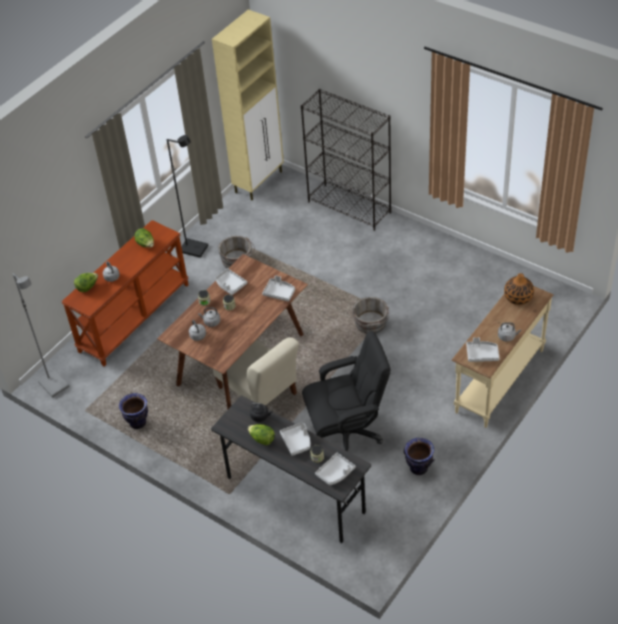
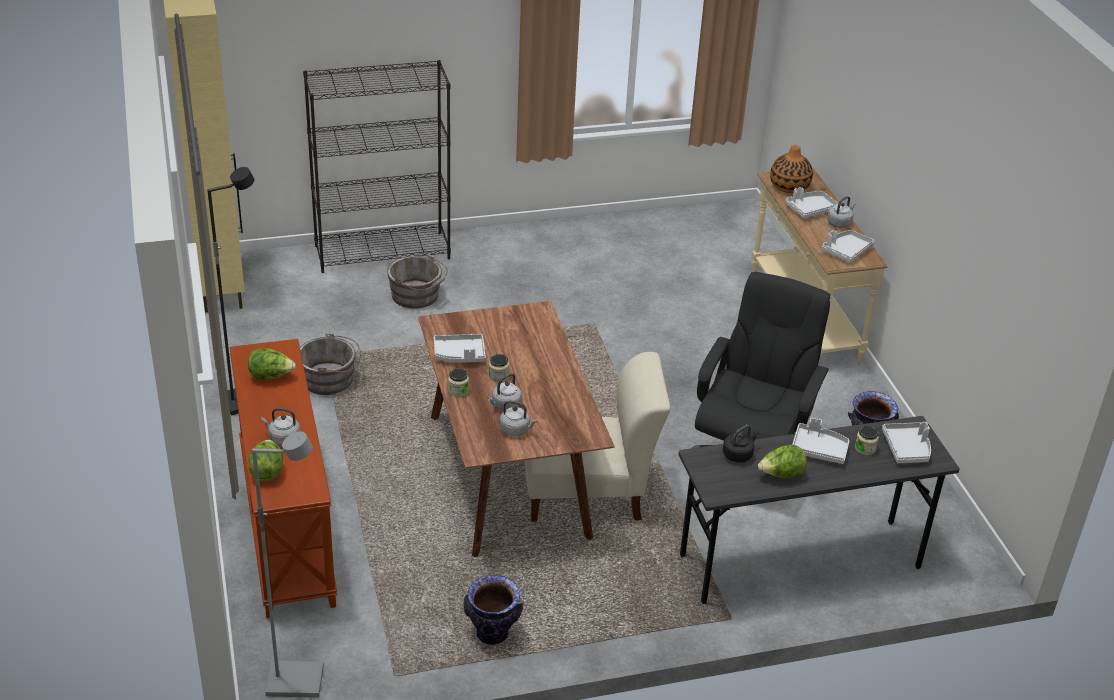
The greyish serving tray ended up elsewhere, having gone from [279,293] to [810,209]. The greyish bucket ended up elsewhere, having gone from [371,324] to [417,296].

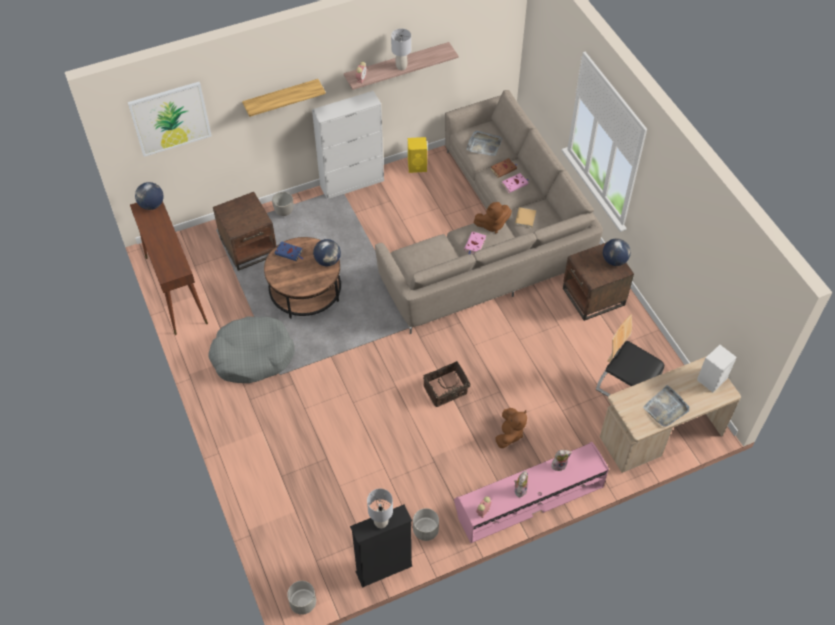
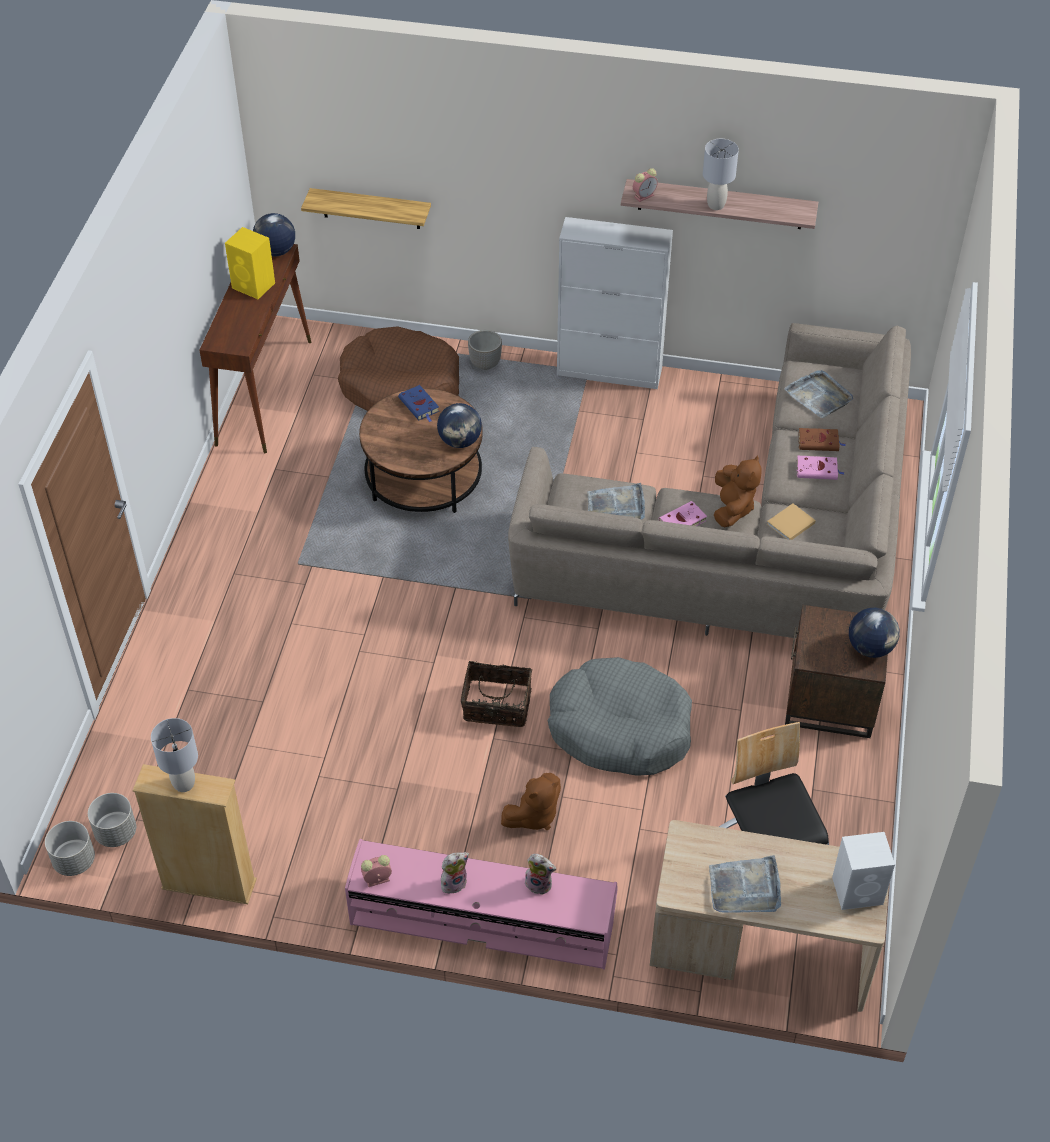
The shelf ended up elsewhere, having gone from [281,98] to [371,208]. The second view lost the wall picture at [170,118]. The yellow-coloured loudspeaker ended up elsewhere, having gone from [418,166] to [254,286]. Where the brownish end table stood at [249,247], the brownish dog bed came to stand at [401,386]. The brownish plush toy at [492,225] ended up facing another way, 105 degrees counterclockwise from before. The greyish dog bed ended up elsewhere, having gone from [252,356] to [620,728]. What was the black-coloured bookshelf at [384,569] turned into the beige bookshelf at [209,884]. The greyish plant pot ended up elsewhere, having gone from [425,530] to [116,832]. The second view gained the greyish serving tray at [616,507].

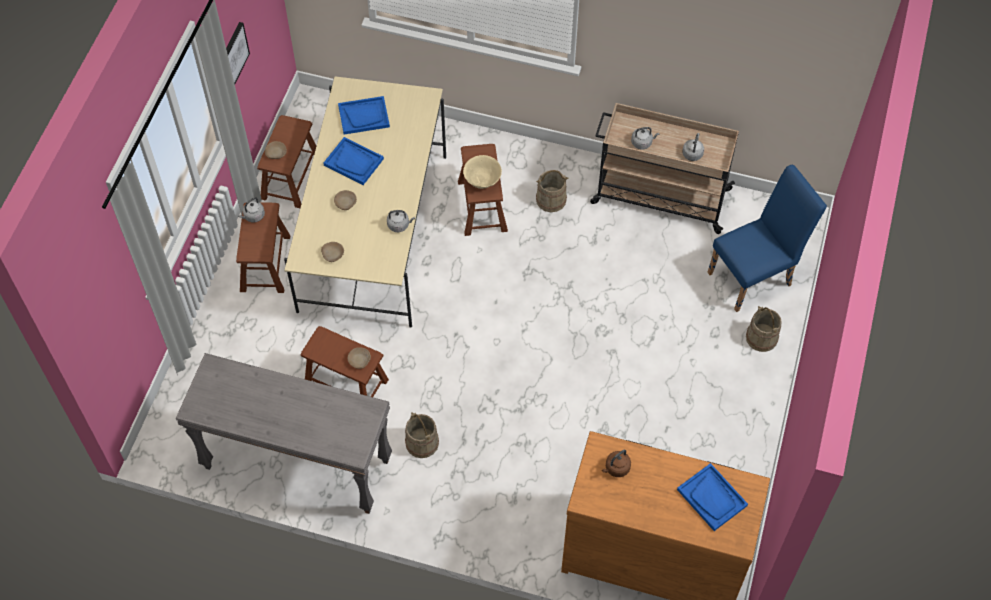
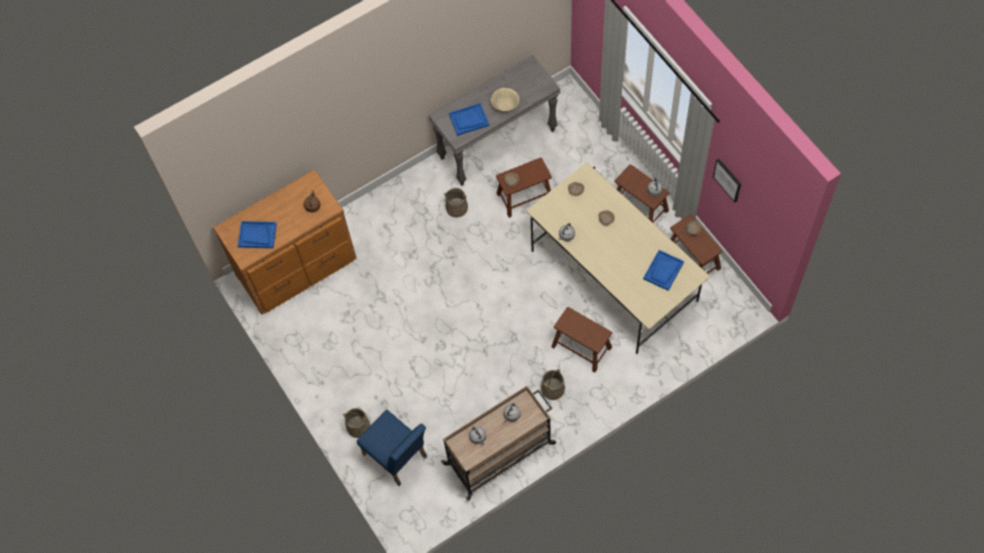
The blue-coloured serving tray ended up elsewhere, having gone from [354,162] to [468,120]. The beige bowl ended up elsewhere, having gone from [482,181] to [505,106]. The blue-coloured chair at [755,276] ended up facing another way, 60 degrees counterclockwise from before.

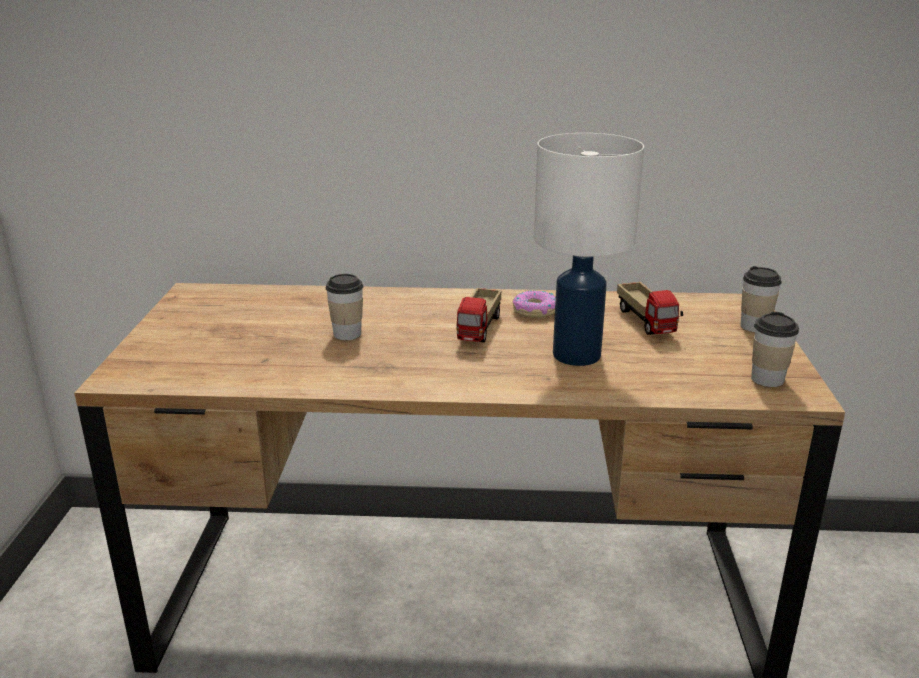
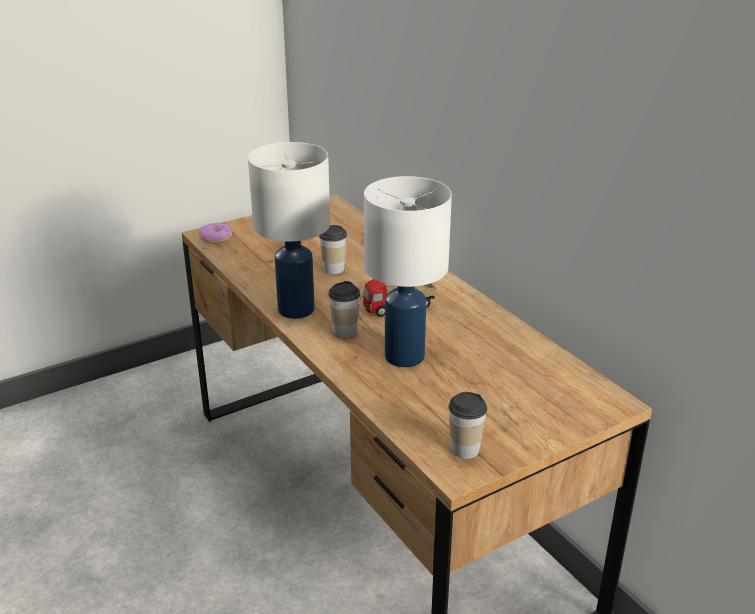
The small cup ended up elsewhere, having gone from [754,326] to [345,331]. The second view lost the toy truck at [646,322]. The doughnut ended up elsewhere, having gone from [534,311] to [216,238]. The second view gained the white table lamp at [297,309].

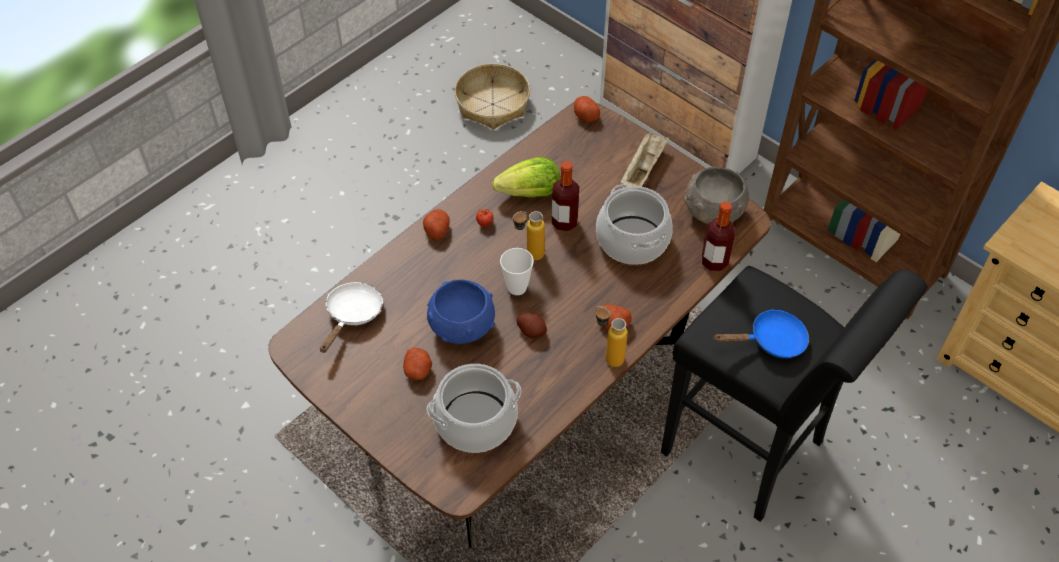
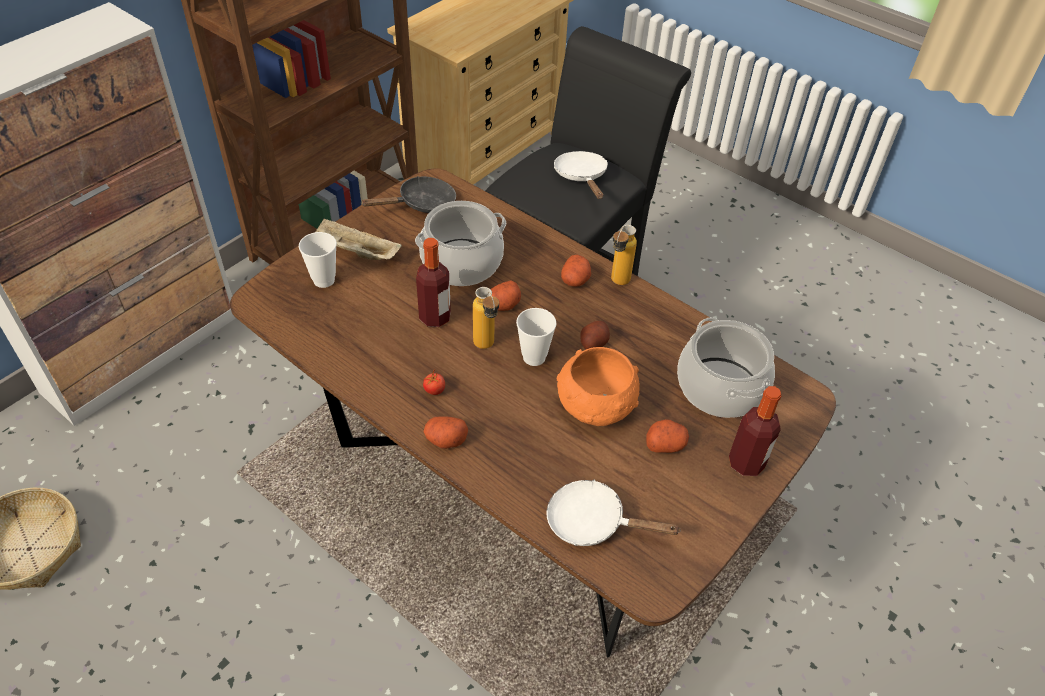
The whole potato ended up elsewhere, having gone from [585,115] to [503,305]. The second view lost the lettuce at [530,193]. Where the greyish bowl stood at [713,211], the black-coloured skillet came to stand at [422,204]. The bottle ended up elsewhere, having gone from [714,262] to [746,463]. What was the blue-coloured bowl at [461,325] turned into the orange-coloured bowl at [595,406]. What was the blue-coloured skillet at [771,341] turned into the white skillet at [582,177]. The second view gained the small cup at [324,280].

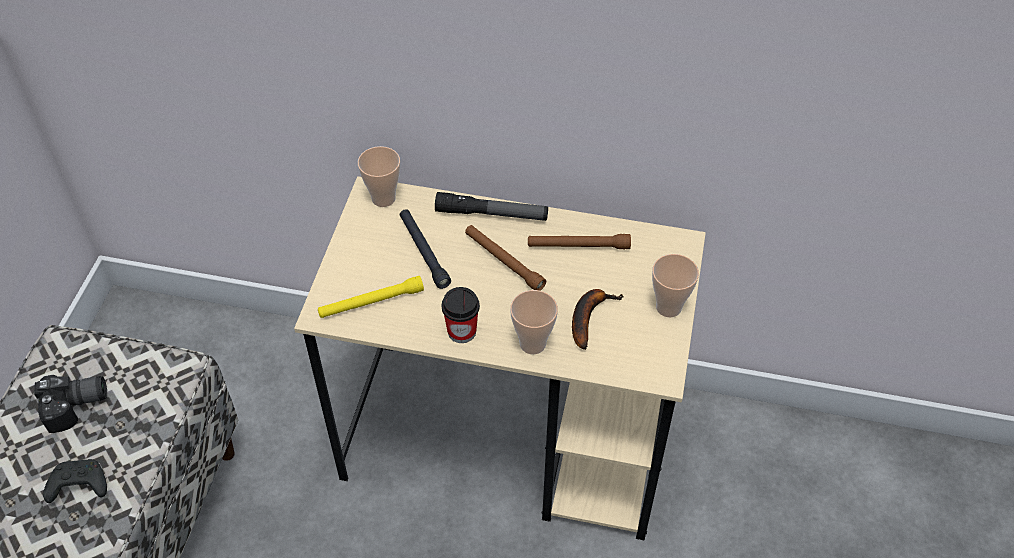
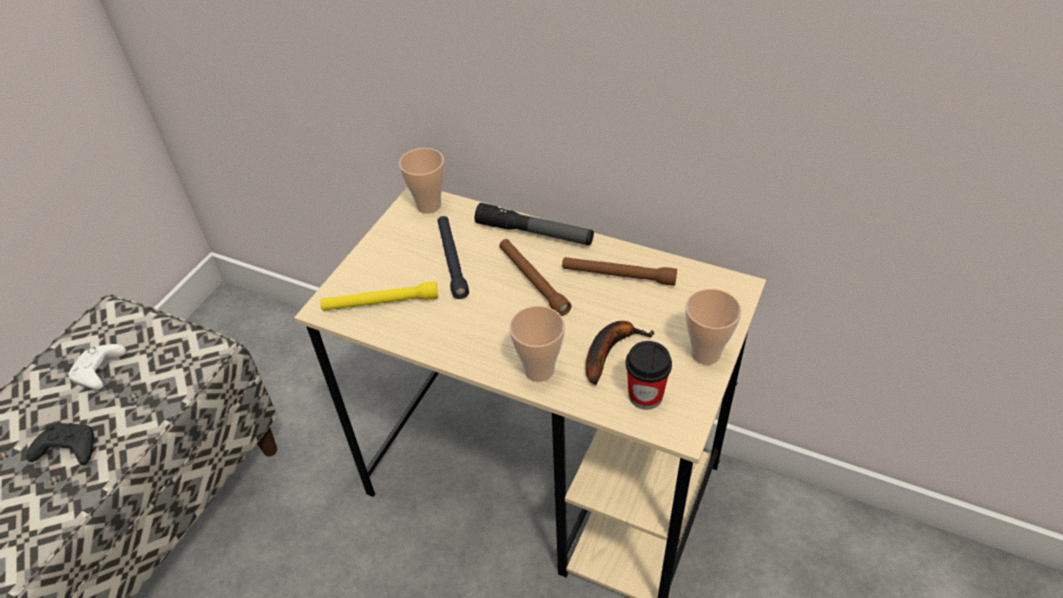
The small cup ended up elsewhere, having gone from [462,331] to [645,395]. Where the still camera stood at [77,407], the white joypad came to stand at [100,373].

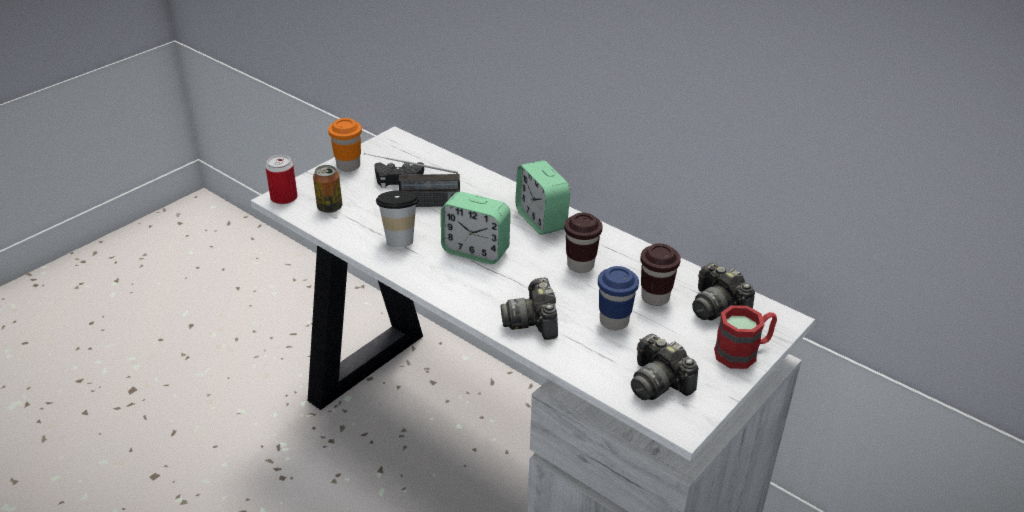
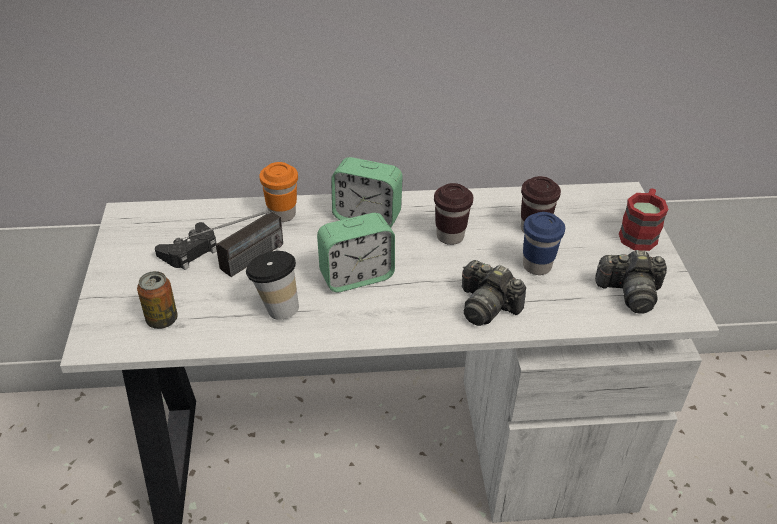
The orange-coloured small cup ended up elsewhere, having gone from [348,166] to [282,214]. The second view lost the metal can at [284,198]. The second view lost the still camera at [717,307].

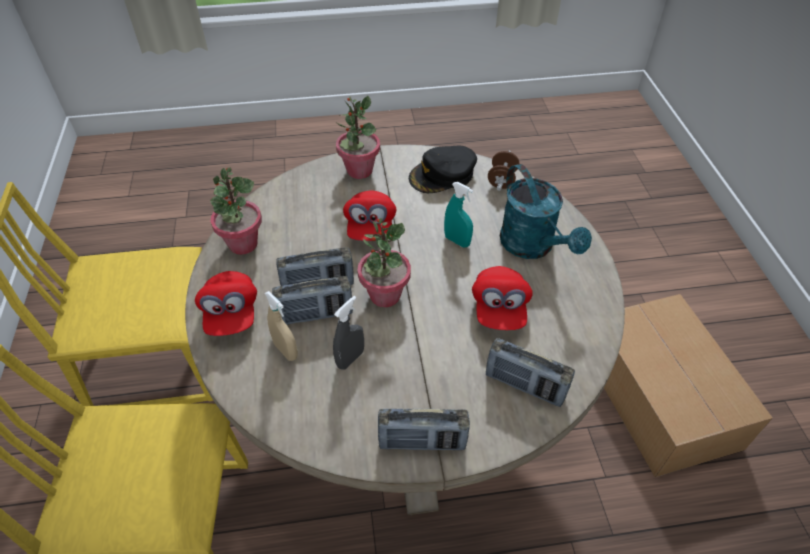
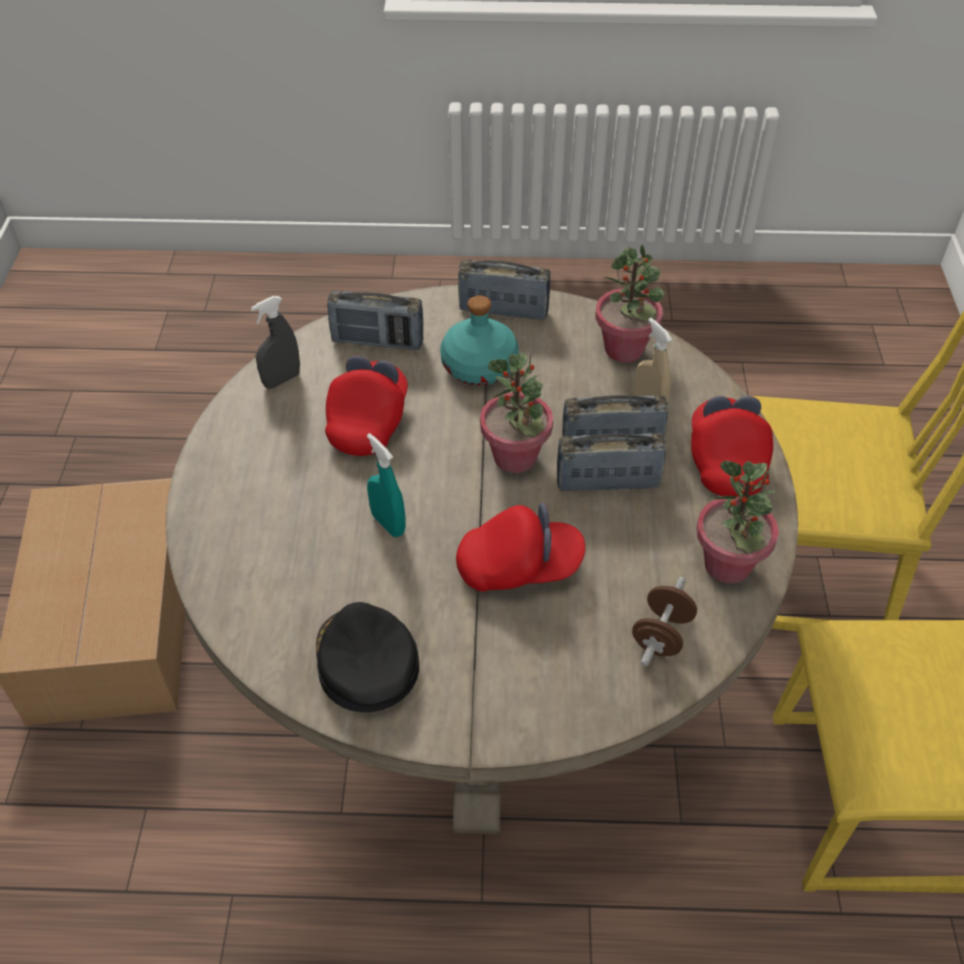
The houseplant ended up elsewhere, having gone from [359,170] to [624,349]. The black-coloured peaked cap at [442,175] ended up facing another way, 90 degrees counterclockwise from before. The brownish hand weight ended up elsewhere, having gone from [502,180] to [661,635]. The second view lost the turquoise watering can at [533,247]. The red-coloured peaked cap at [370,227] ended up facing another way, 75 degrees clockwise from before. The greyish sprayer ended up elsewhere, having gone from [350,359] to [281,380]. The radio receiver at [524,385] ended up facing another way, 150 degrees clockwise from before. The second view gained the turquoise bottle at [479,367].

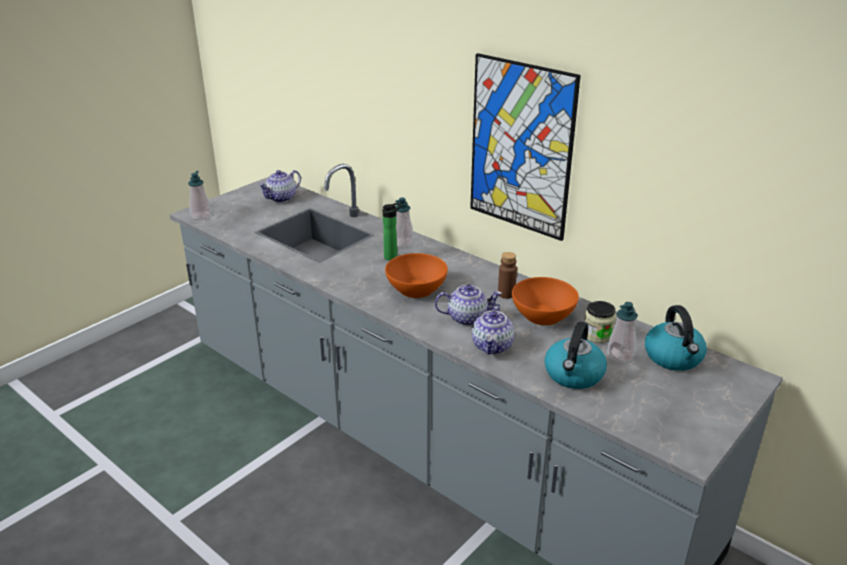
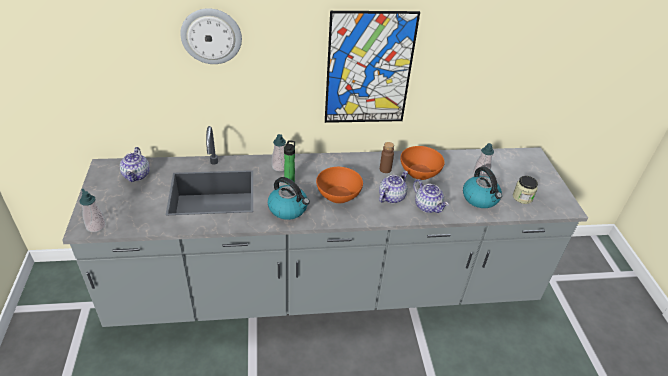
The preserve jar ended up elsewhere, having gone from [597,335] to [522,197]. The water kettle ended up elsewhere, having gone from [674,357] to [288,209]. The second view gained the hanging clock at [211,36].

